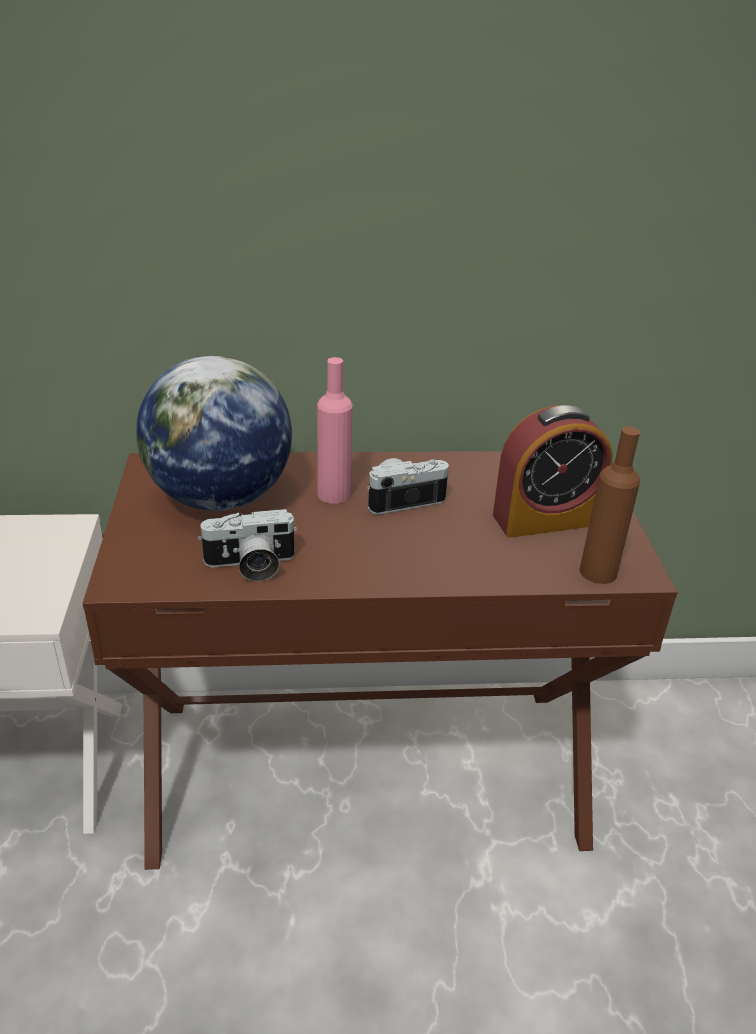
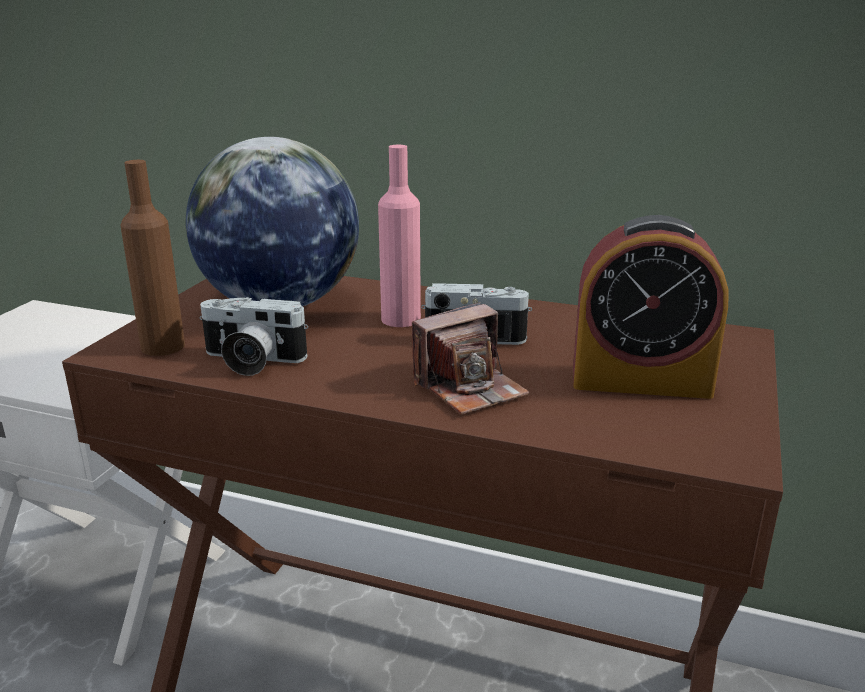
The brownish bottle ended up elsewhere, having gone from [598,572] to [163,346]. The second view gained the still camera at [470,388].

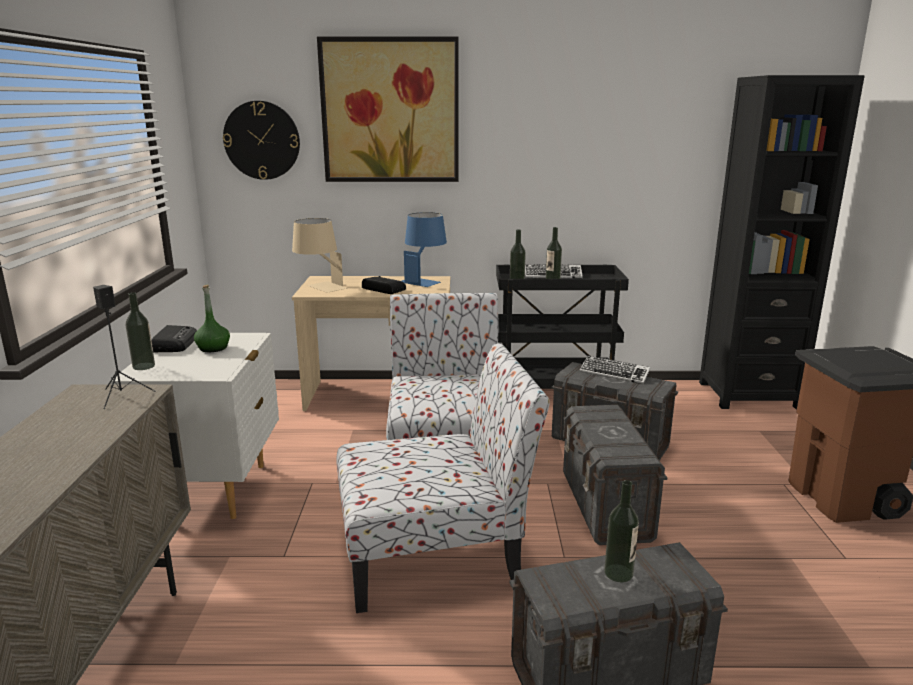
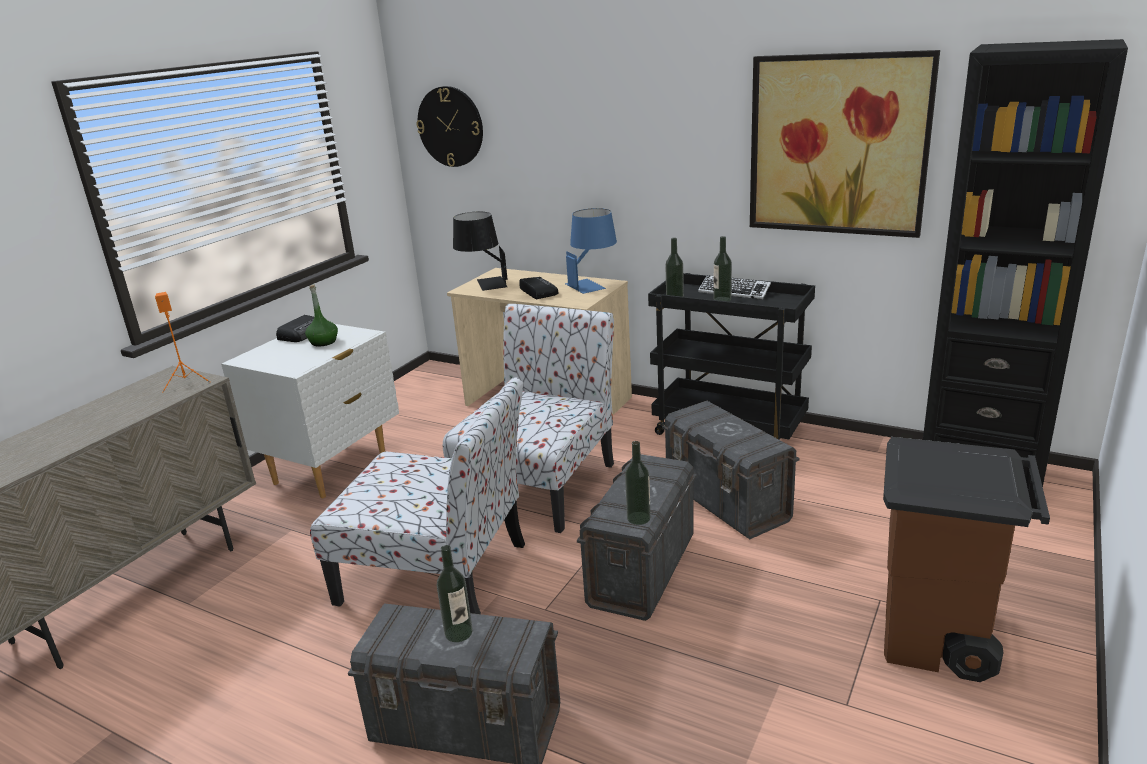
The wall picture ended up elsewhere, having gone from [390,111] to [837,145]. What was the beige table lamp at [320,288] turned into the black-coloured table lamp at [483,284]. What was the black-coloured loudspeaker at [122,396] turned into the orange-coloured loudspeaker at [186,382]. The bottle ended up elsewhere, having gone from [144,366] to [638,518]. The second view lost the keyboard at [614,374].

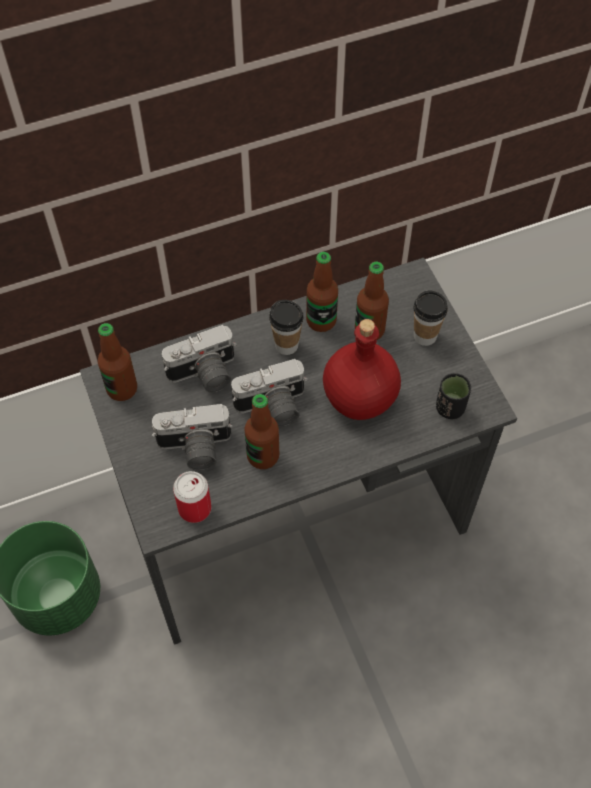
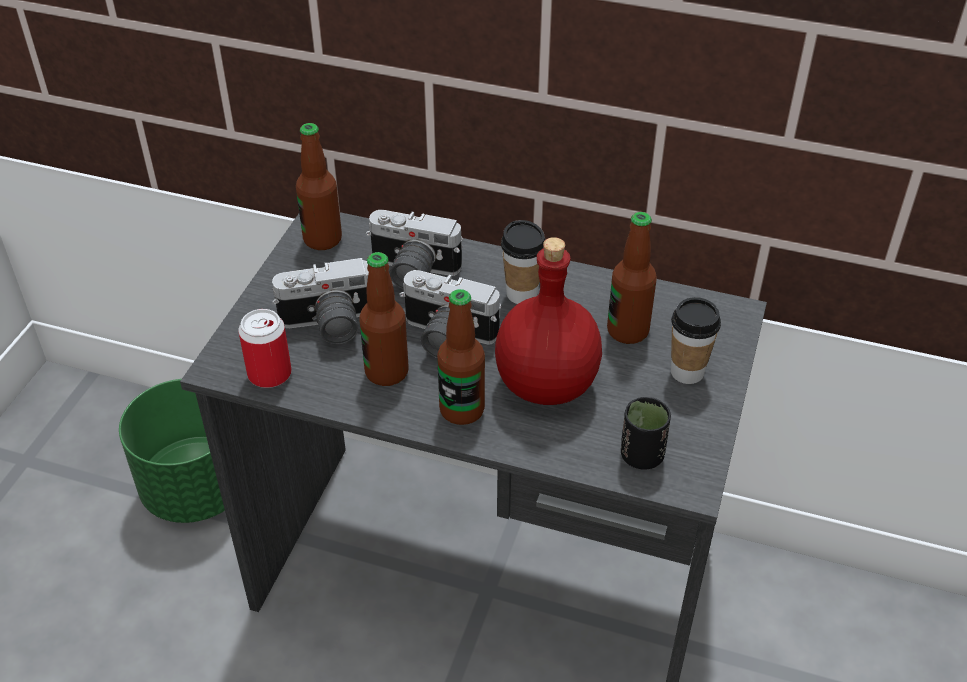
The bottle ended up elsewhere, having gone from [321,320] to [462,410]. The still camera at [194,449] ended up facing another way, 45 degrees counterclockwise from before.

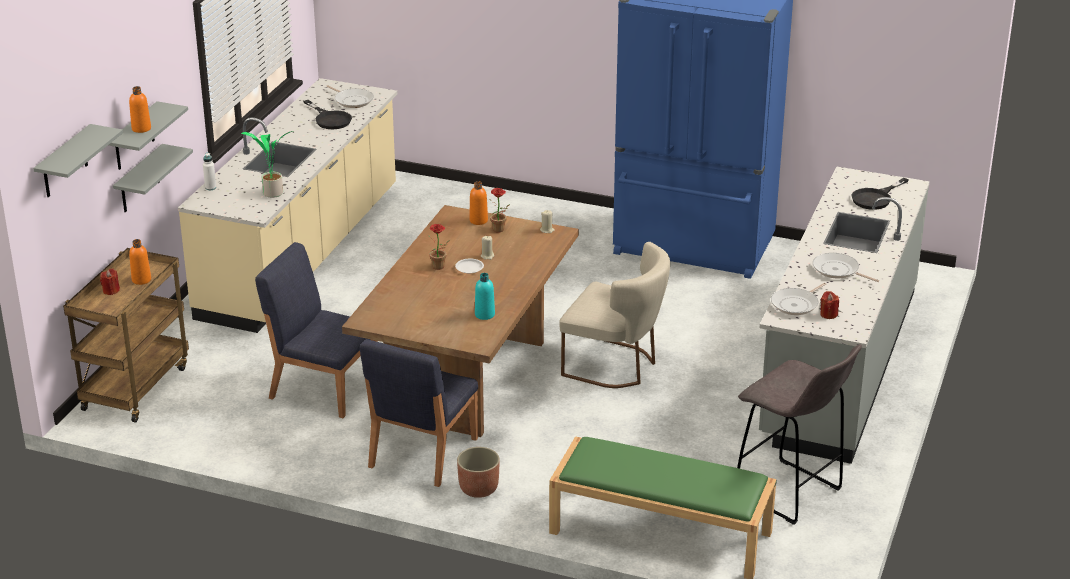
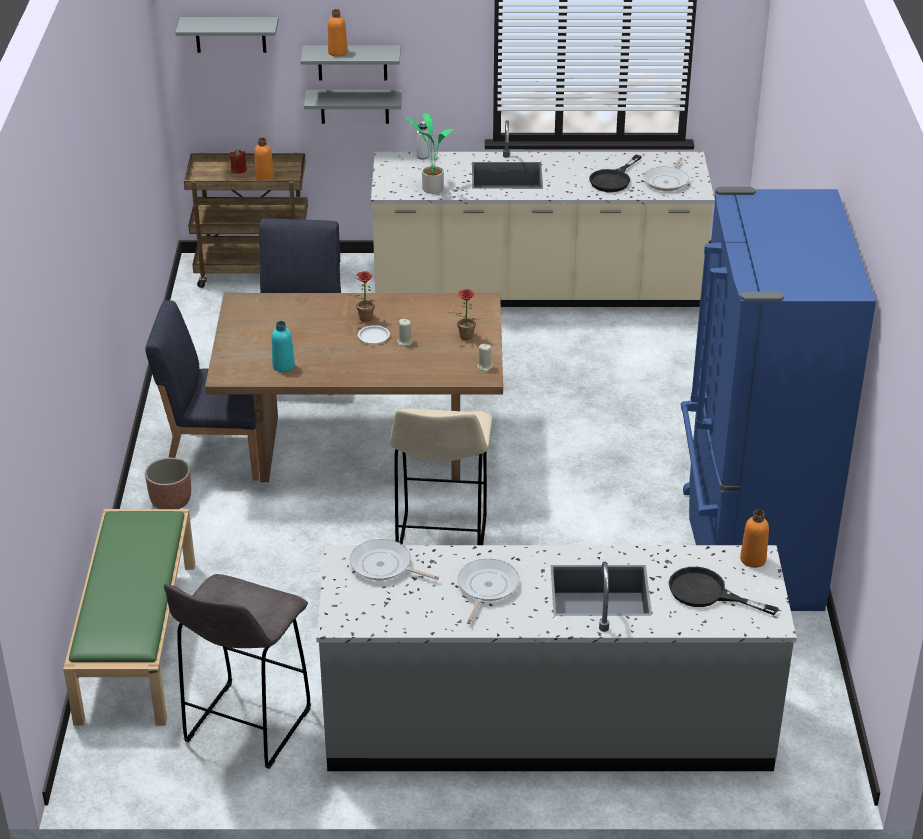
The orange-coloured bottle ended up elsewhere, having gone from [478,220] to [753,559]. Where the beige chair stood at [616,366], the beige stool came to stand at [441,543]. The second view lost the red-coloured wax light at [828,314].

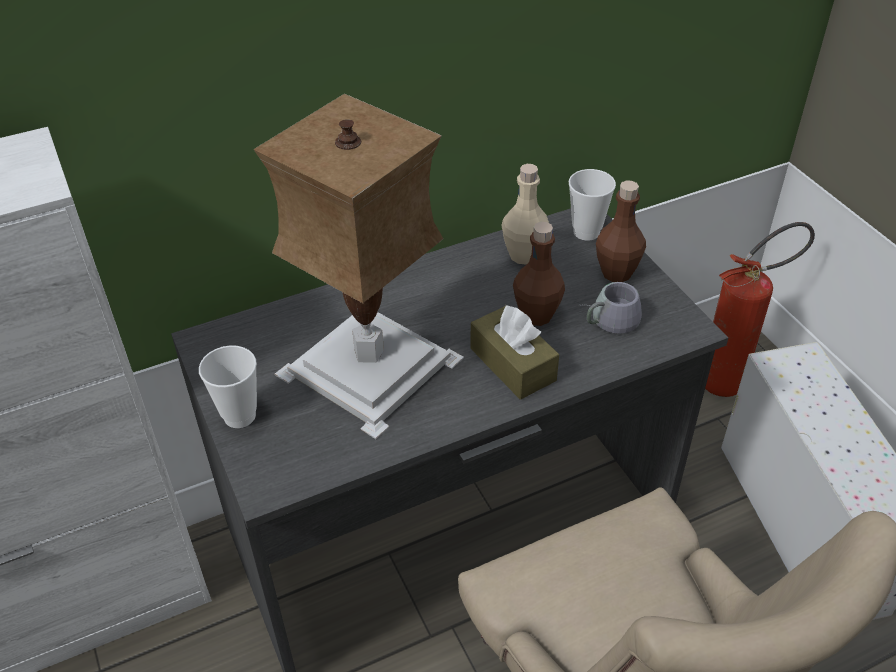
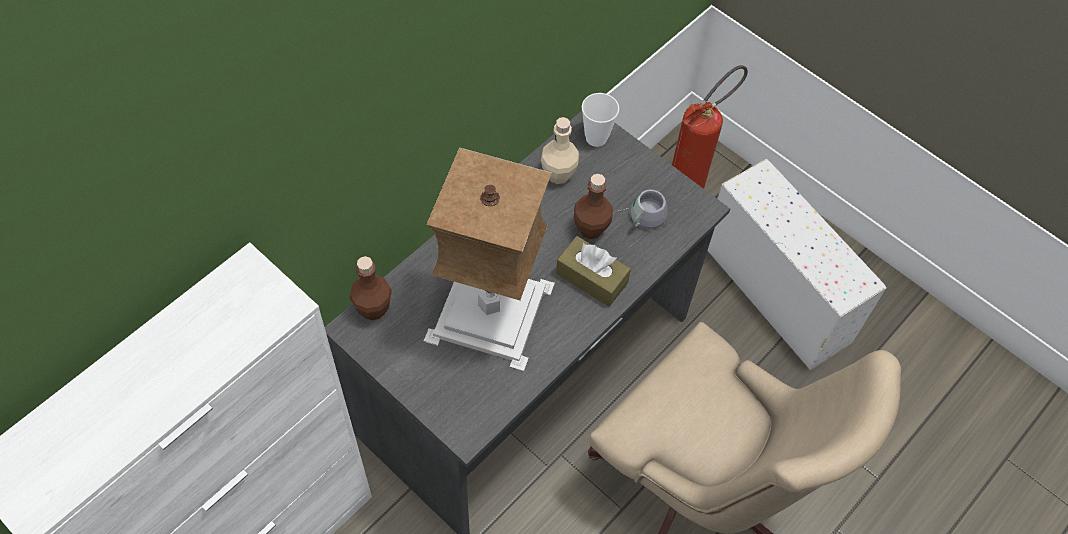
The brownish bottle ended up elsewhere, having gone from [616,273] to [373,309]. The second view lost the small cup at [239,416].

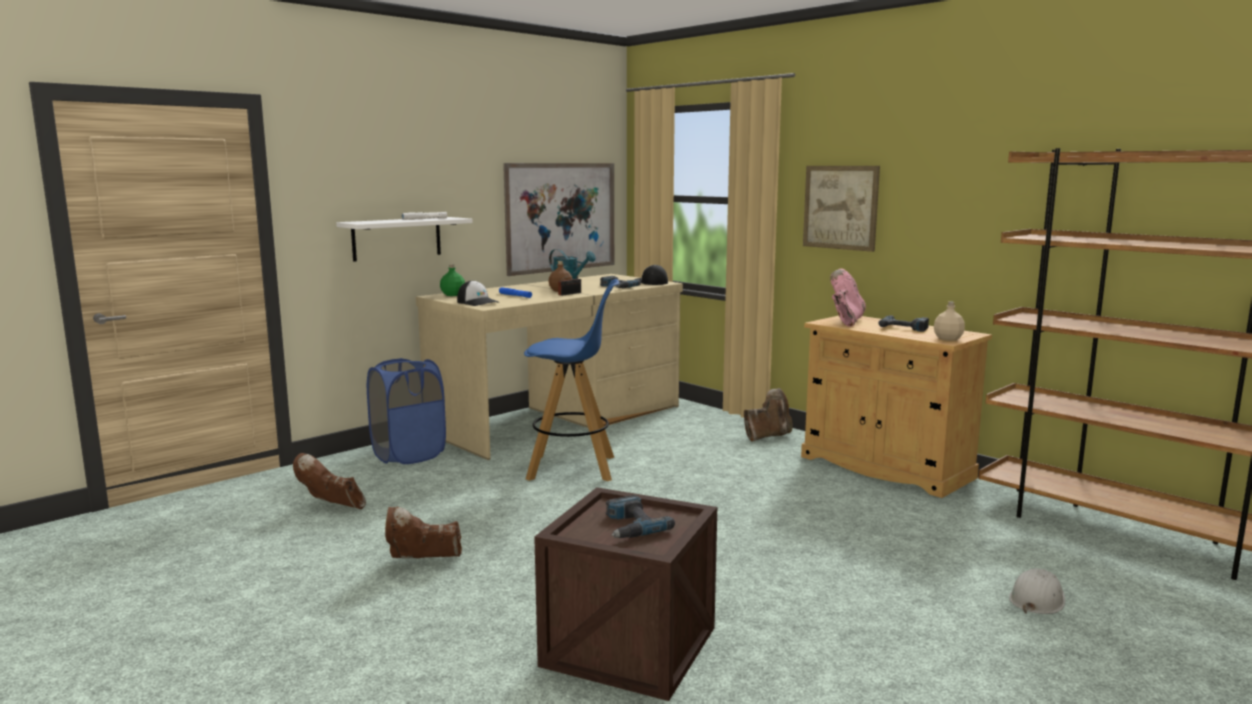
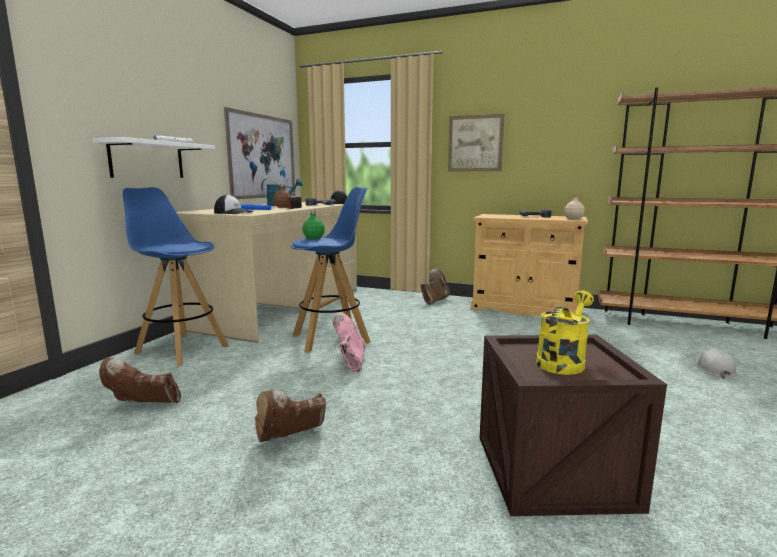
The greenish bottle ended up elsewhere, having gone from [452,295] to [313,238]. The pink high-top boot ended up elsewhere, having gone from [845,321] to [350,362]. Where the blue-coloured washing basket stood at [408,455], the blue-coloured stool came to stand at [181,349]. Where the electric drill stood at [630,526], the yellow-coloured watering can came to stand at [563,361].

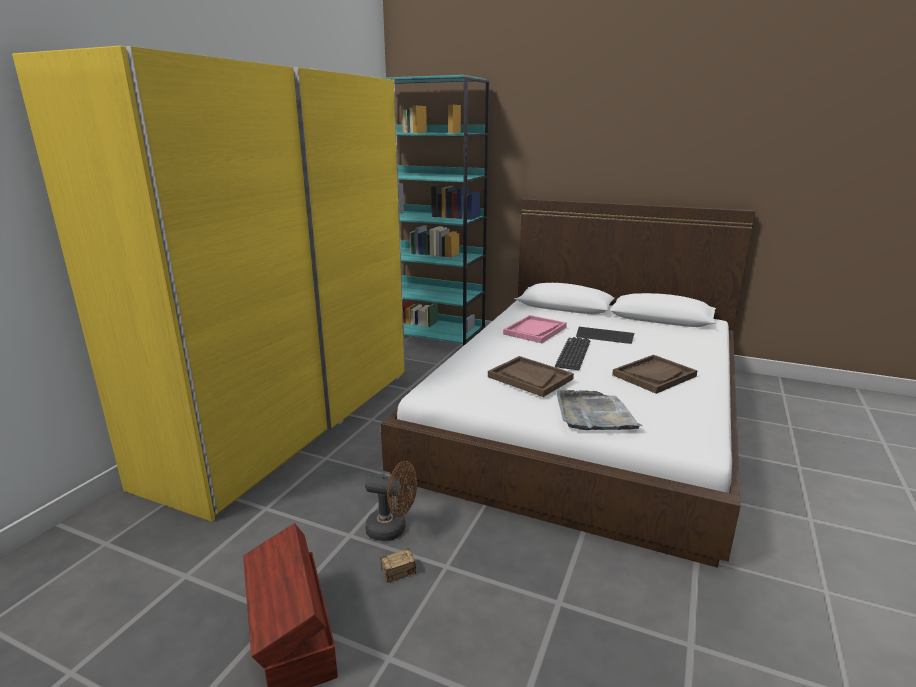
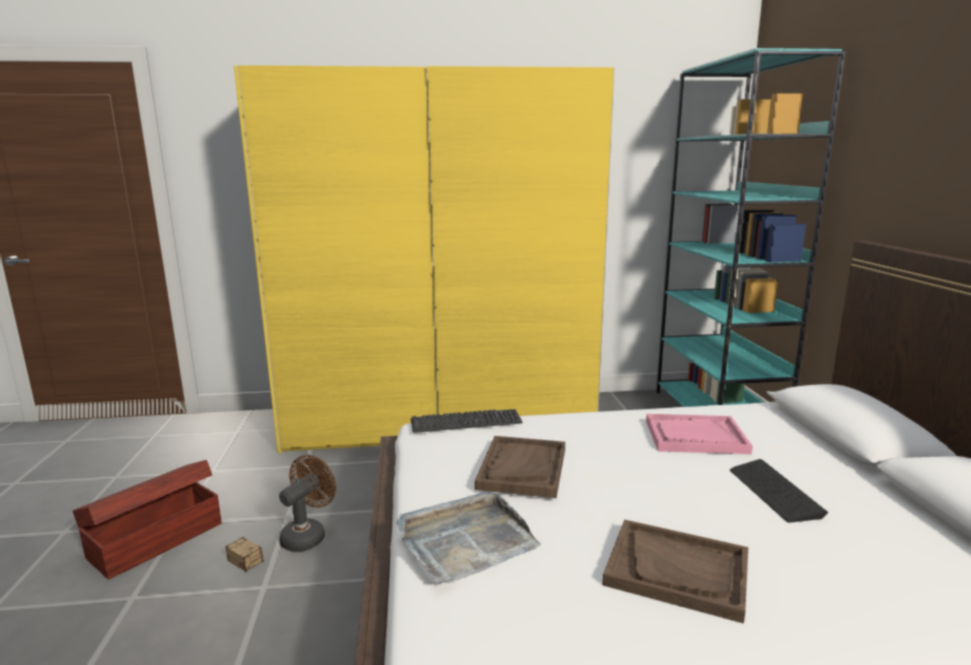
The keyboard ended up elsewhere, having gone from [573,354] to [466,422]. The brownish cooling fan at [393,529] ended up facing another way, 135 degrees counterclockwise from before.

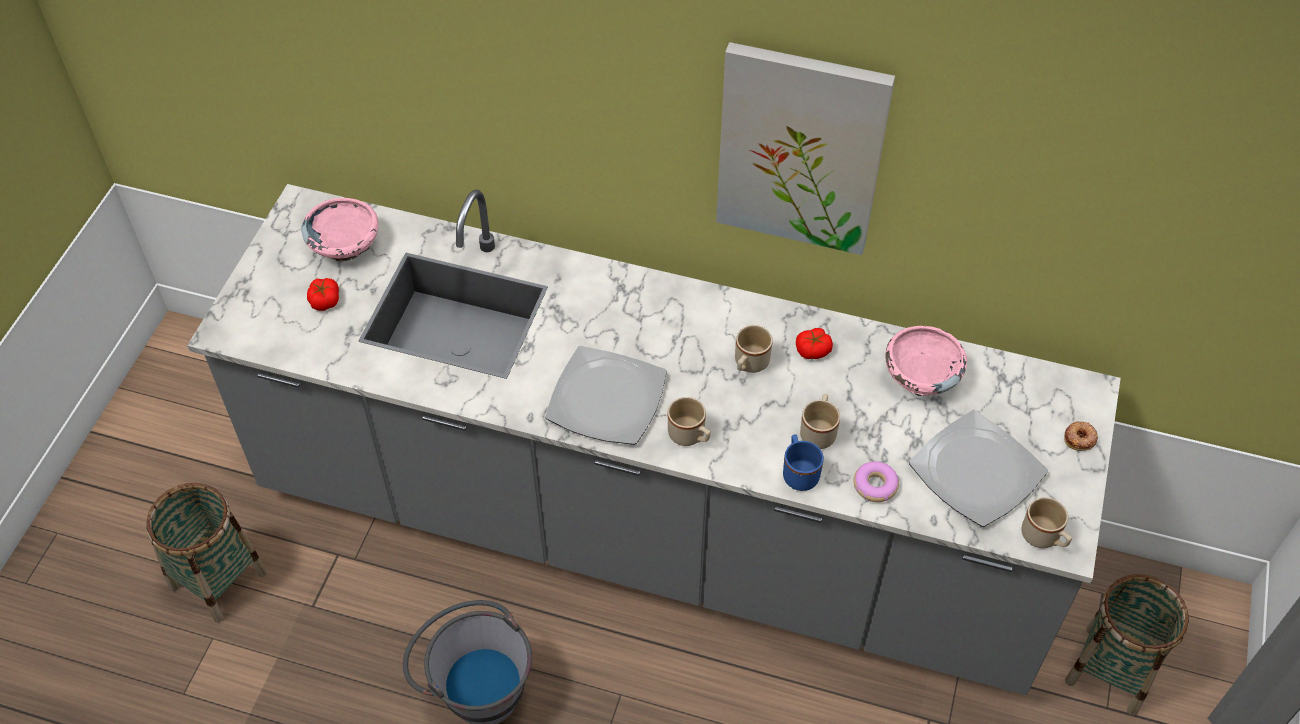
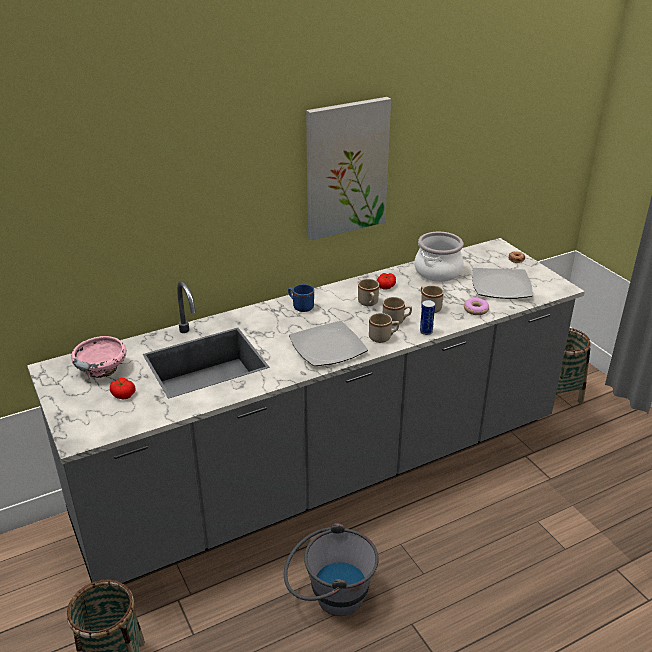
Where the pink bowl stood at [921,376], the cooking pot came to stand at [437,271]. The blue-coloured coffee mug ended up elsewhere, having gone from [799,472] to [300,306]. The beige coffee mug ended up elsewhere, having gone from [1044,538] to [396,321]. The second view gained the metal can at [426,331].

